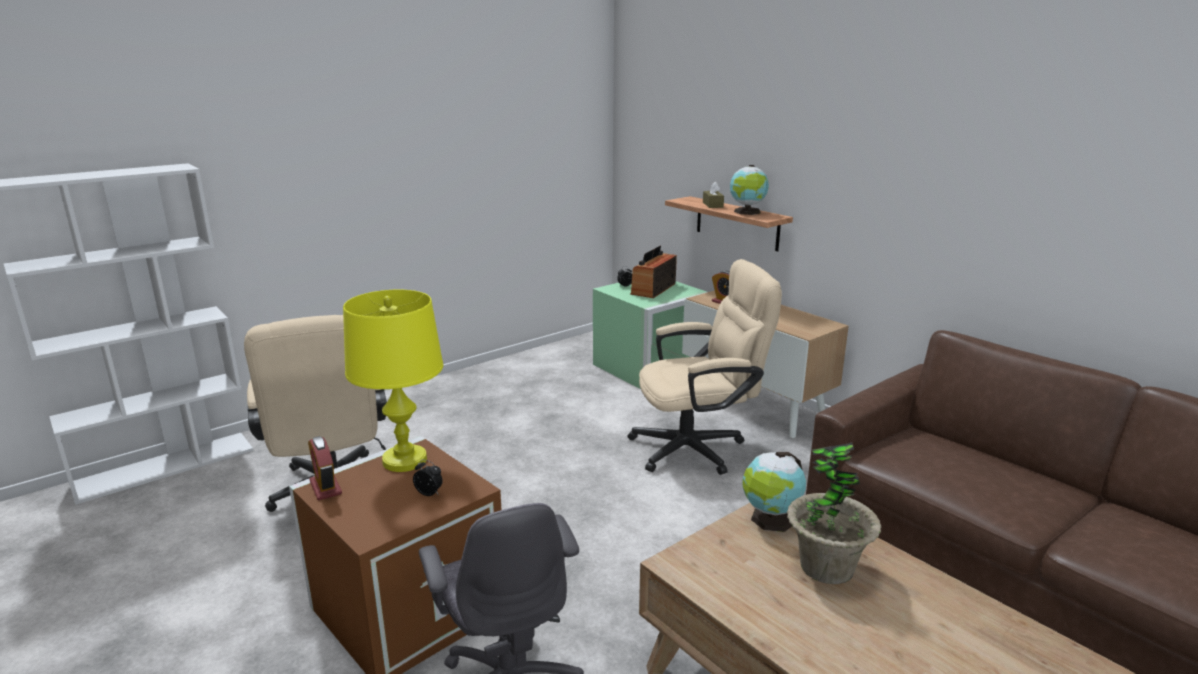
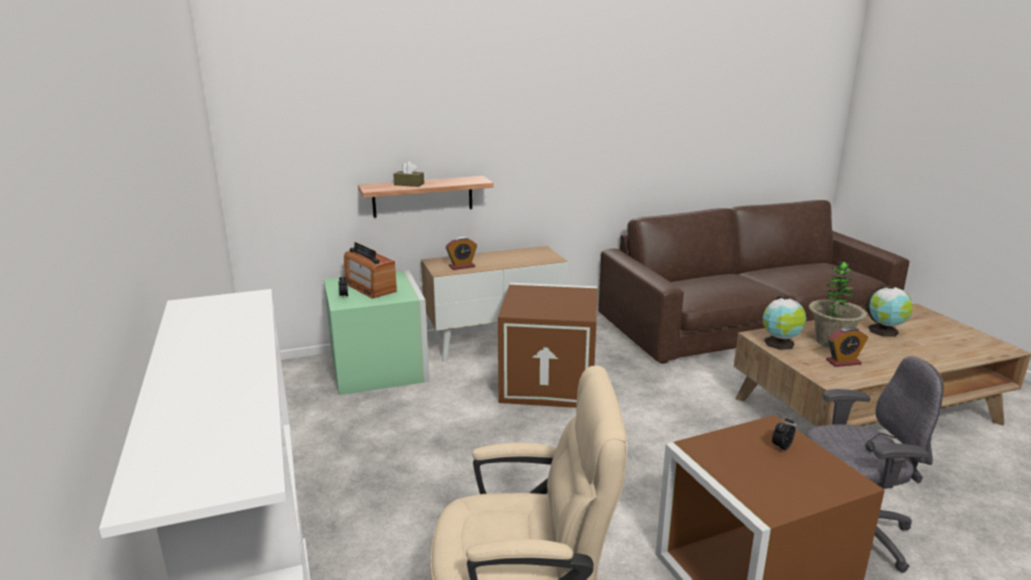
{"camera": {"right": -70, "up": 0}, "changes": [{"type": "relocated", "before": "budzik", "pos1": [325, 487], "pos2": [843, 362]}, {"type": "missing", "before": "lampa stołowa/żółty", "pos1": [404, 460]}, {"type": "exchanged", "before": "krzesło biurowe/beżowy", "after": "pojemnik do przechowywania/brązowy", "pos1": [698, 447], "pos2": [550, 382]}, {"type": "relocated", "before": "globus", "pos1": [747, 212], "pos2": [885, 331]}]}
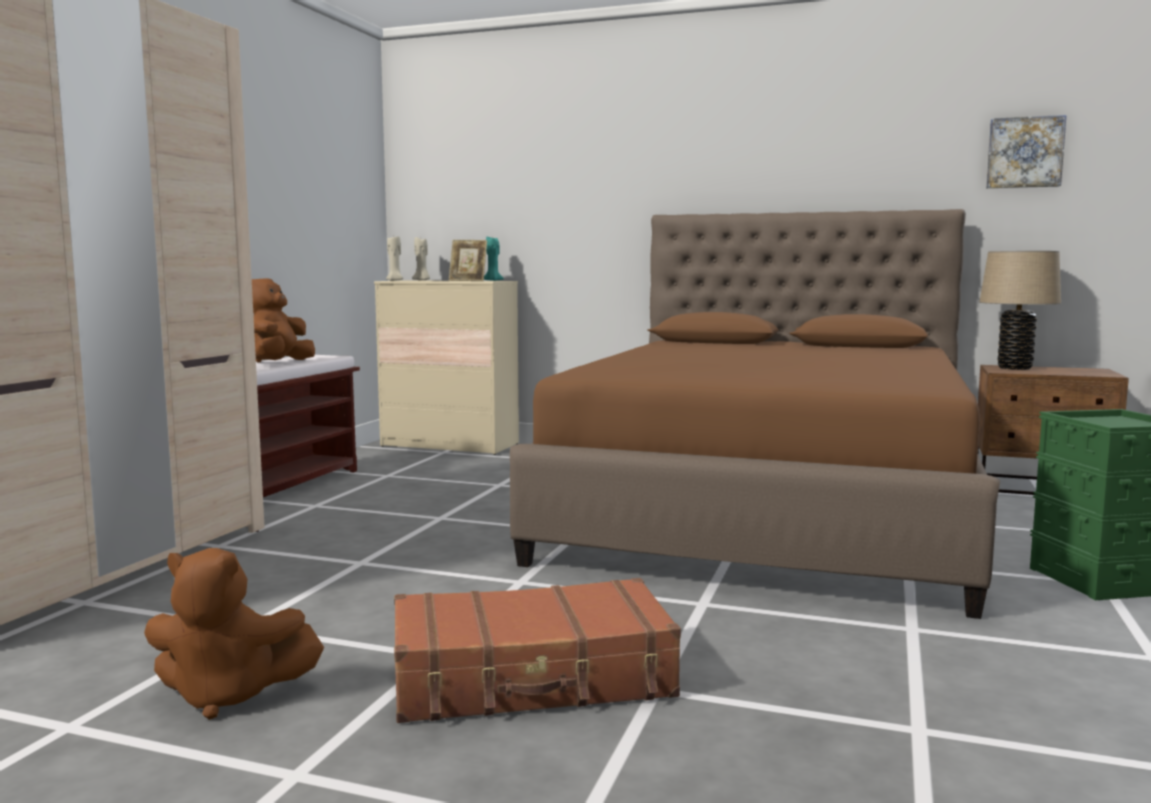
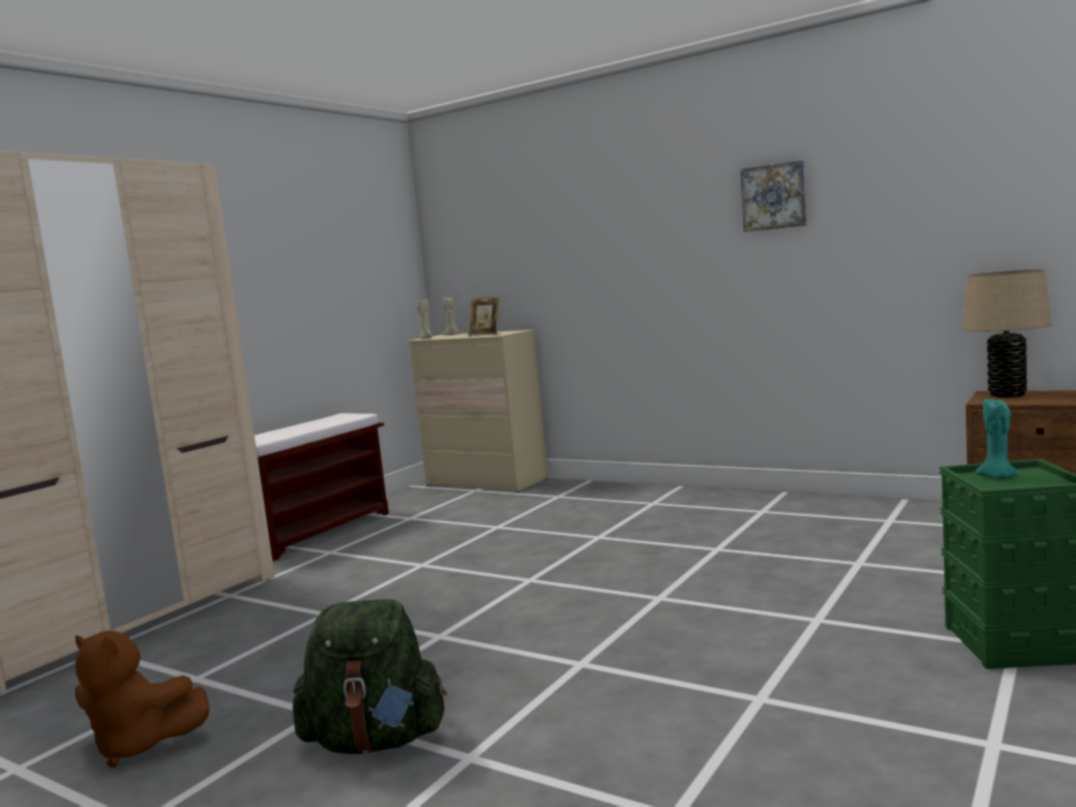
{"camera": {"right": 15, "up": 0}, "changes": [{"type": "missing", "before": "pluszak/brązowy", "pos1": [280, 363]}, {"type": "exchanged", "before": "walizka/brązowy", "after": "plecak/zielony", "pos1": [532, 679], "pos2": [376, 741]}, {"type": "relocated", "before": "świeca/turkusowy", "pos1": [493, 280], "pos2": [997, 477]}, {"type": "missing", "before": "łóżko/brązowy", "pos1": [769, 512]}, {"type": "relocated", "before": "obraz", "pos1": [1024, 152], "pos2": [774, 197]}]}
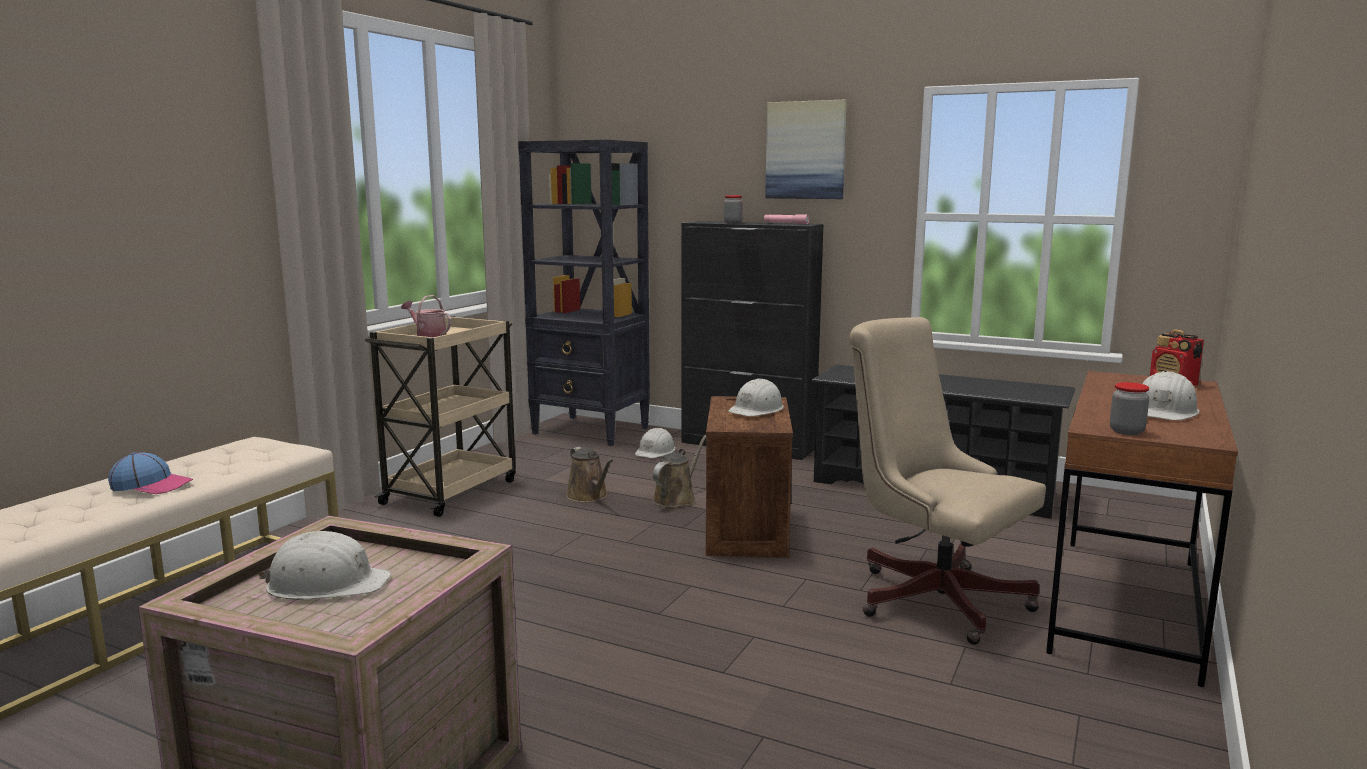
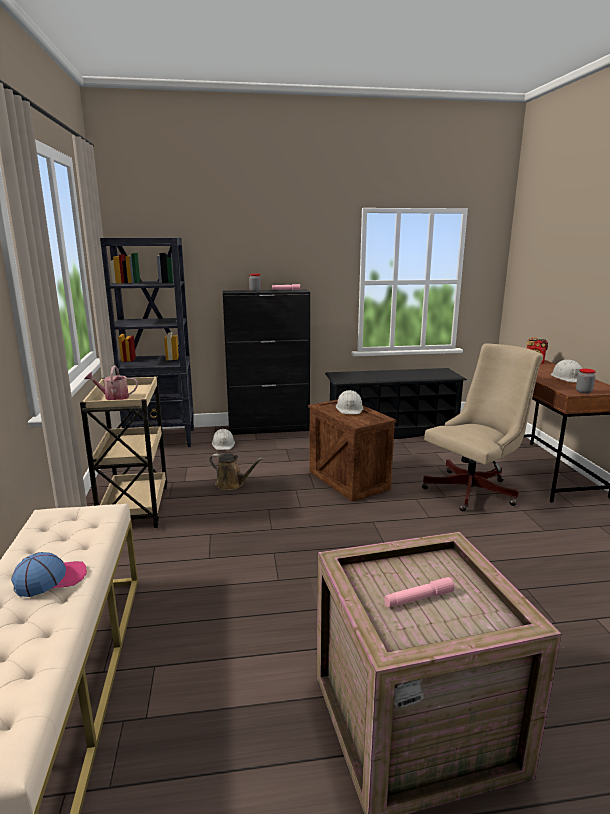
{"camera": {"right": -35, "up": 5}, "changes": [{"type": "exchanged", "before": "kask/biały", "after": "latarka/różowy", "pos1": [326, 584], "pos2": [418, 598]}, {"type": "missing", "before": "konewka/brązowy", "pos1": [676, 499]}, {"type": "missing", "before": "obraz", "pos1": [806, 150]}, {"type": "spun", "before": "krzesło biurowe/beżowy", "pos1": [931, 596], "pos2": [475, 490], "turn": 135}]}
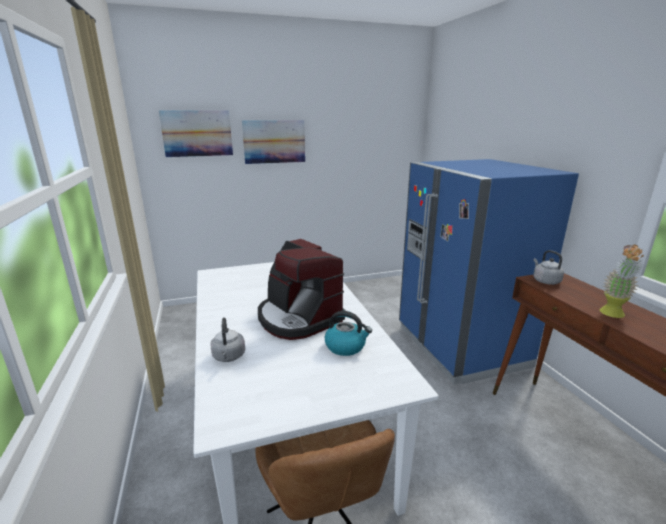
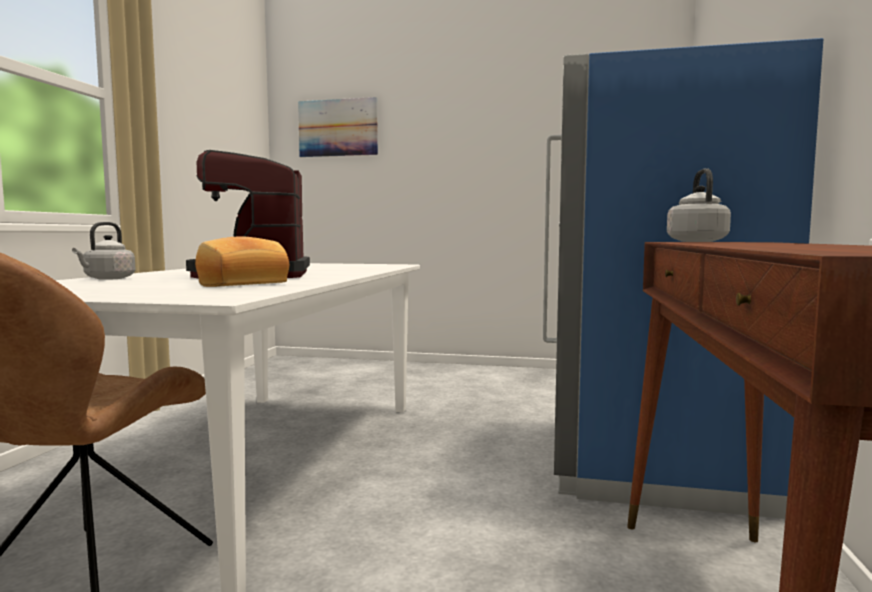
{"camera": {"right": 30, "up": -15}, "changes": [{"type": "missing", "before": "obraz", "pos1": [274, 141]}, {"type": "exchanged", "before": "czajnik", "after": "chleb", "pos1": [346, 346], "pos2": [242, 284]}, {"type": "missing", "before": "roślina doniczkowa", "pos1": [612, 315]}]}
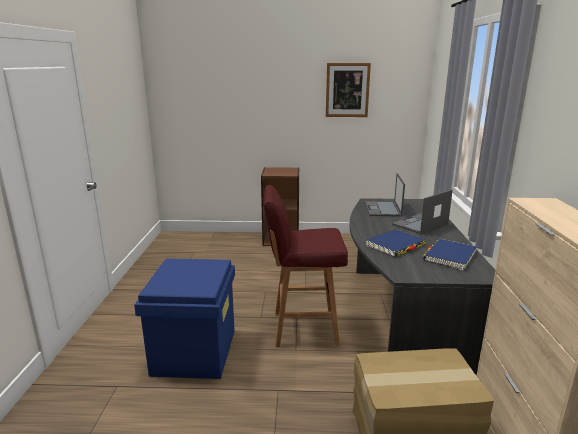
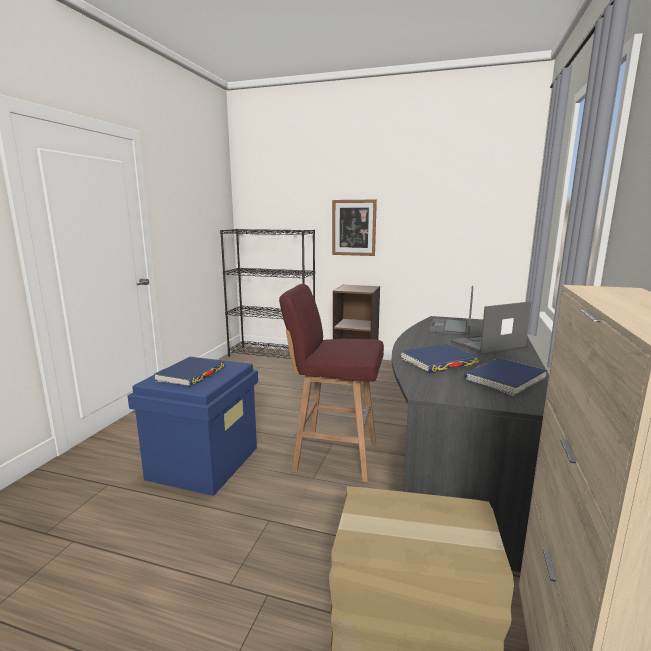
{"camera": {"right": 15, "up": -5}, "changes": [{"type": "relocated", "before": "obraz", "pos1": [347, 90], "pos2": [354, 227]}, {"type": "appeared", "after": "książka/niebieski", "pos2": [191, 374]}, {"type": "appeared", "after": "regał/czarny", "pos2": [272, 355]}]}
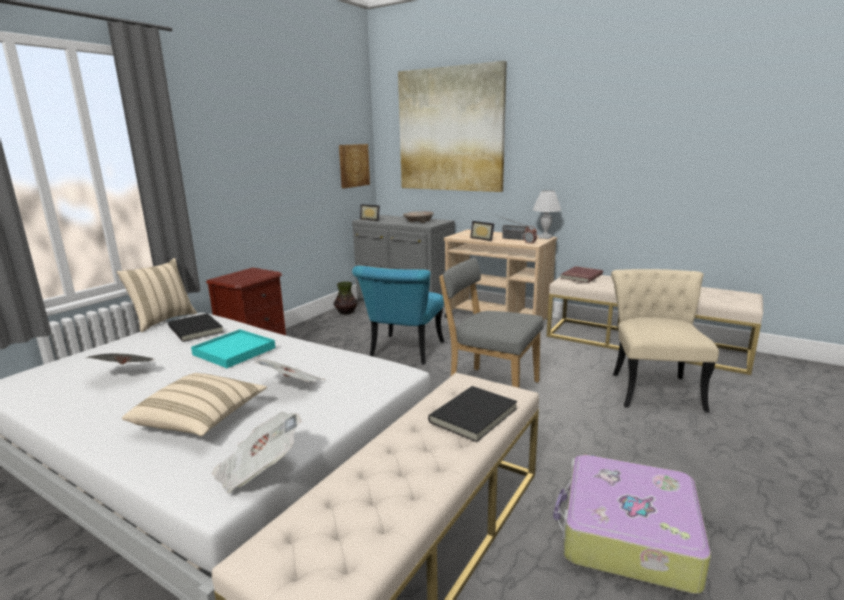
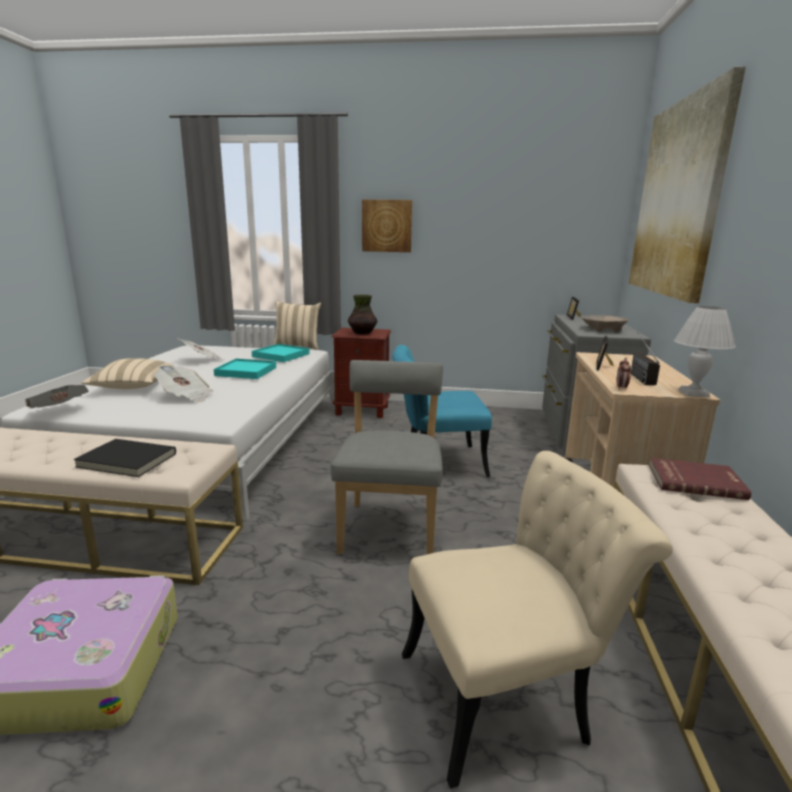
{"camera": {"right": 65, "up": 0}, "changes": [{"type": "exchanged", "before": "książka/czarny", "after": "taca/turkusowy", "pos1": [197, 329], "pos2": [281, 355]}, {"type": "relocated", "before": "wazon", "pos1": [346, 312], "pos2": [362, 333]}, {"type": "relocated", "before": "obraz", "pos1": [353, 165], "pos2": [387, 226]}]}
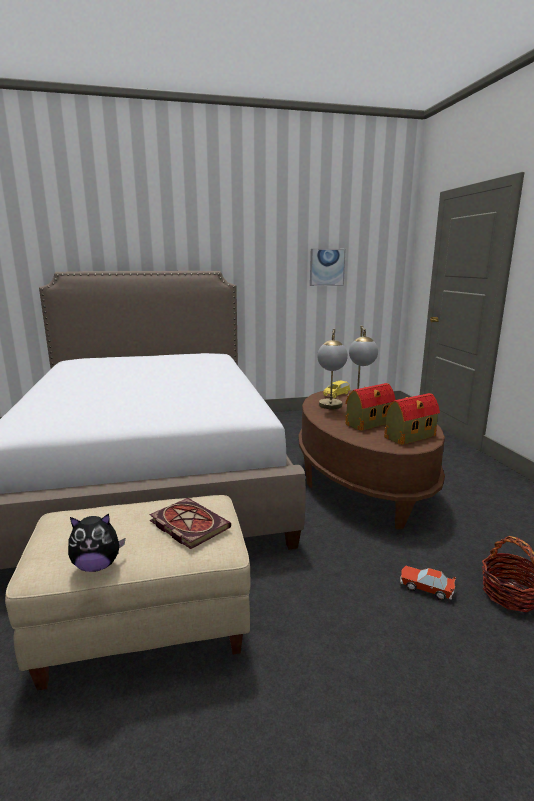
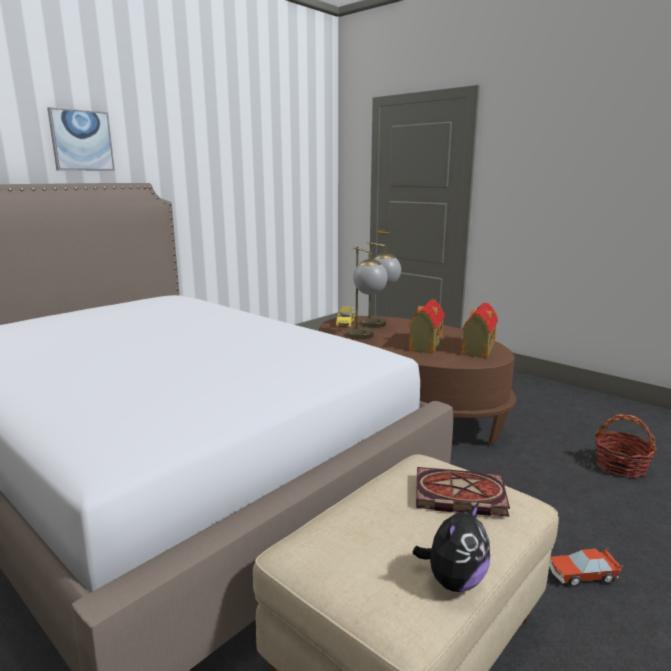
{"camera": {"right": -35, "up": 0}, "changes": [{"type": "relocated", "before": "obraz", "pos1": [327, 267], "pos2": [81, 140]}, {"type": "relocated", "before": "samochodzik", "pos1": [426, 588], "pos2": [582, 575]}]}
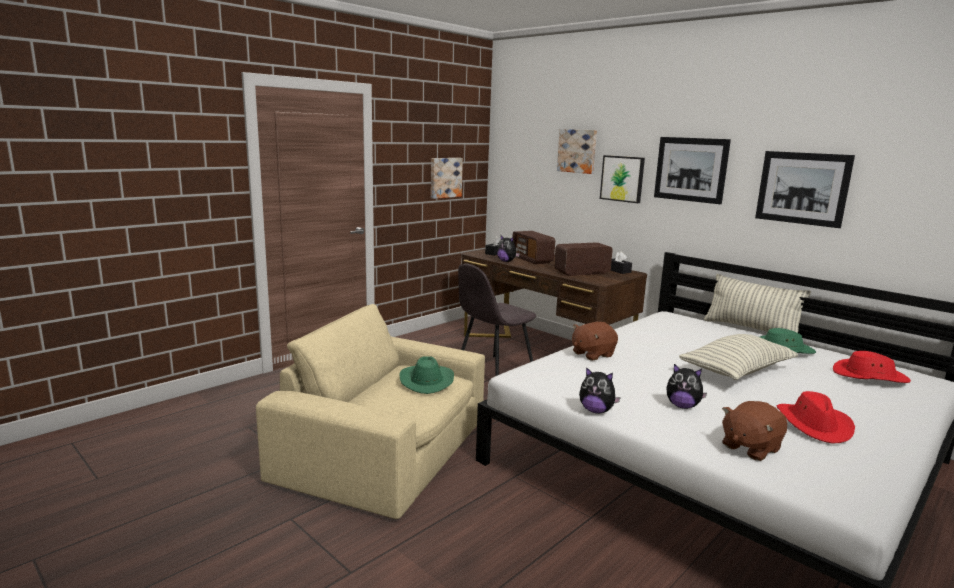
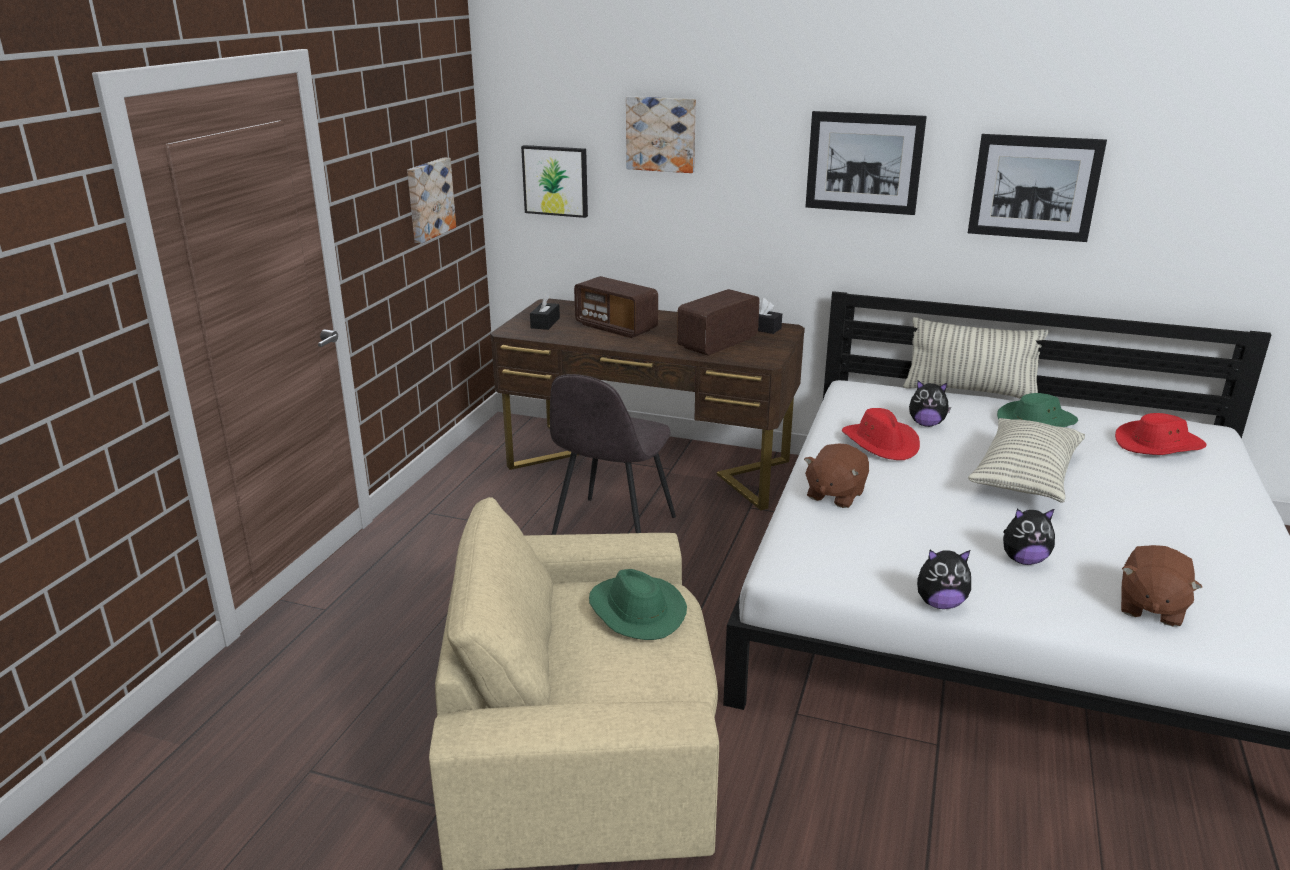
{"camera": {"right": -25, "up": 10}, "changes": [{"type": "relocated", "before": "pluszak", "pos1": [506, 261], "pos2": [926, 424]}, {"type": "relocated", "before": "obraz", "pos1": [622, 178], "pos2": [556, 180]}, {"type": "relocated", "before": "kapelusz/czerwony", "pos1": [814, 425], "pos2": [881, 443]}]}
